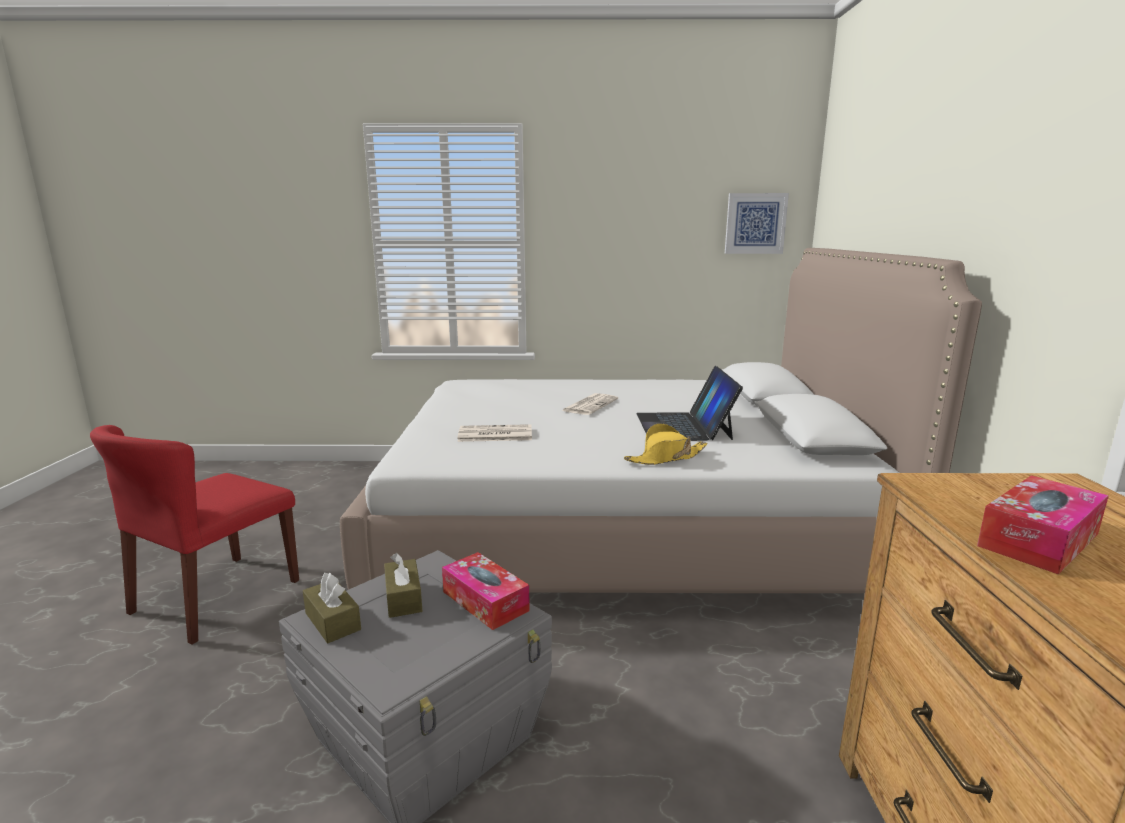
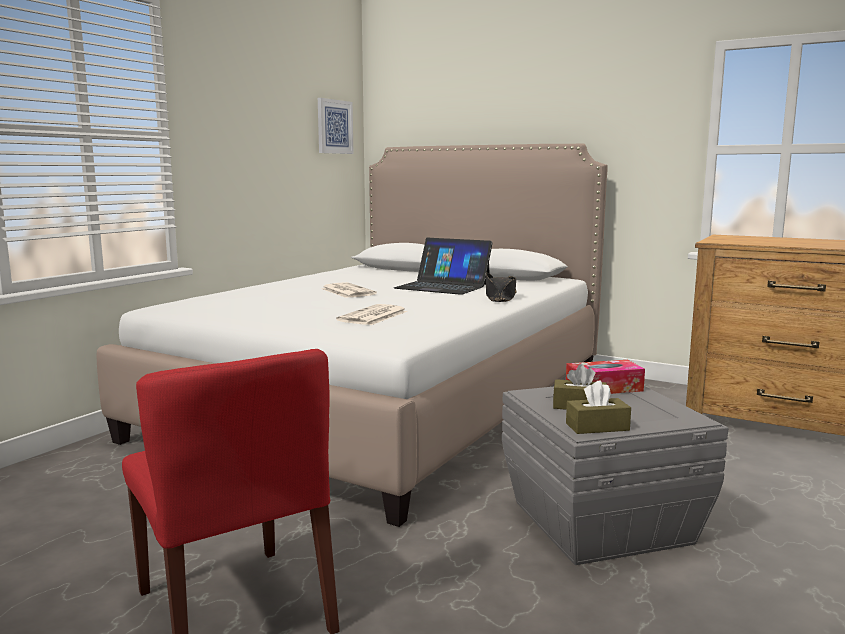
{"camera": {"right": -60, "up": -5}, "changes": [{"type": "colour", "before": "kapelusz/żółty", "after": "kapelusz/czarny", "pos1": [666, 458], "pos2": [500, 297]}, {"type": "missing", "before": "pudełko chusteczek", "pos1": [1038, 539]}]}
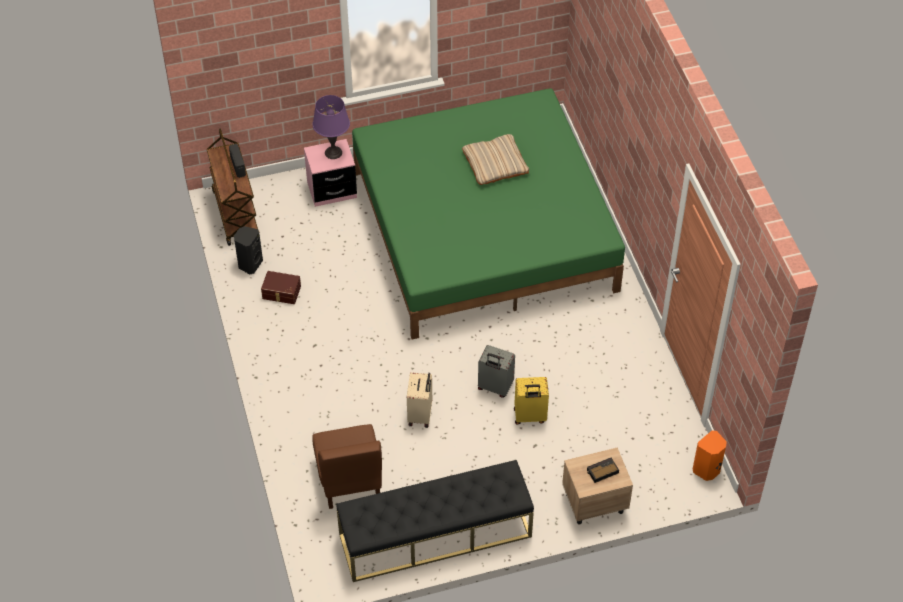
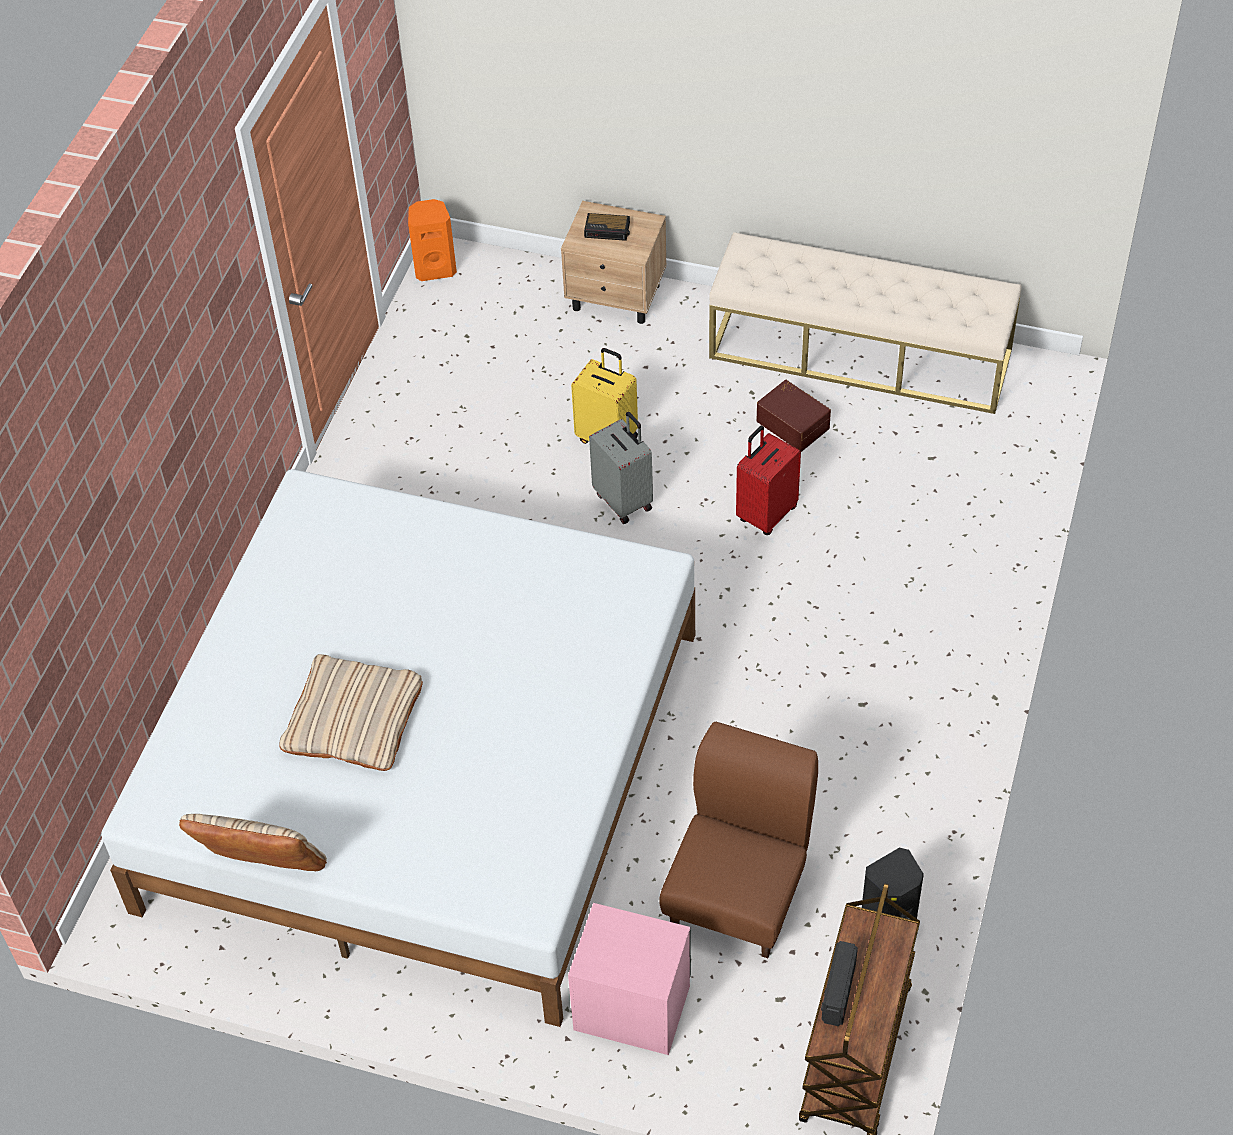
{"camera": {"right": -145, "up": 0}, "changes": [{"type": "relocated", "before": "pojemnik do przechowywania/brązowy", "pos1": [281, 293], "pos2": [793, 423]}, {"type": "relocated", "before": "krzesło/brązowy", "pos1": [349, 480], "pos2": [739, 895]}, {"type": "missing", "before": "lampa stołowa/fioletowy", "pos1": [333, 153]}, {"type": "colour", "before": "ławka/czarny", "after": "ławka/beżowy", "pos1": [435, 535], "pos2": [860, 353]}, {"type": "colour", "before": "łóżko/zielony", "after": "łóżko/biały", "pos1": [484, 230], "pos2": [422, 767]}, {"type": "colour", "before": "walizka/beżowy", "after": "walizka/czerwony", "pos1": [421, 415], "pos2": [766, 514]}, {"type": "appeared", "after": "poduszka/beżowy", "pos2": [264, 872]}]}
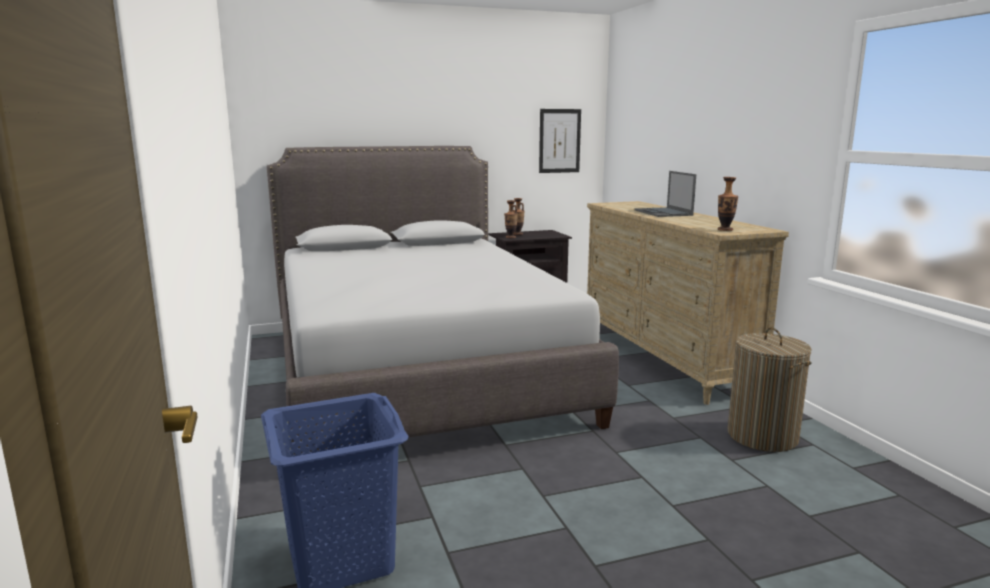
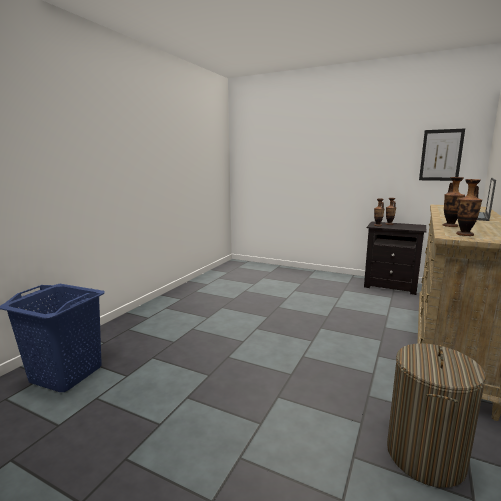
{"camera": {"right": 45, "up": 0}, "changes": [{"type": "missing", "before": "łóżko/szary", "pos1": [418, 372]}, {"type": "appeared", "after": "wazon", "pos2": [450, 226]}]}
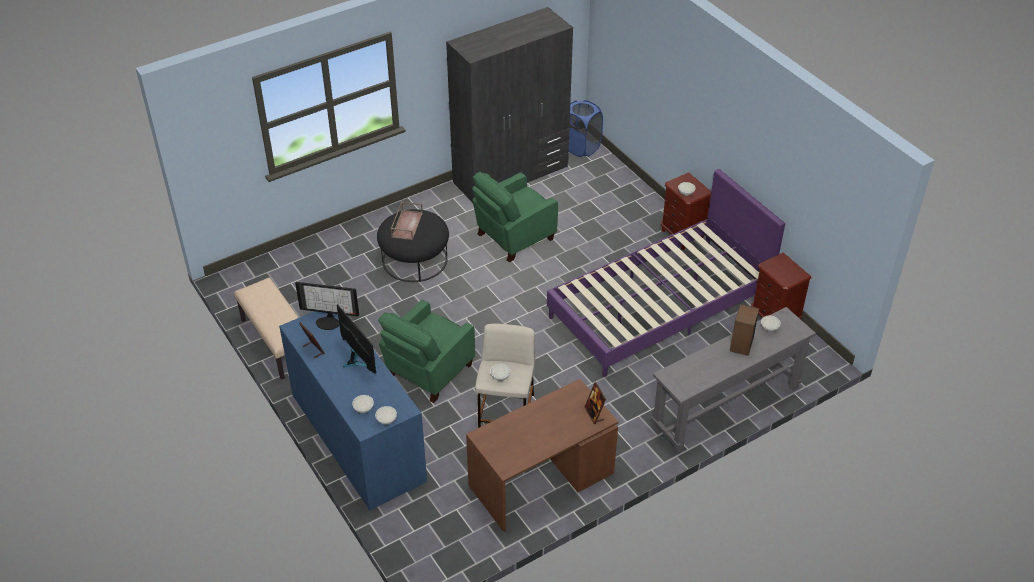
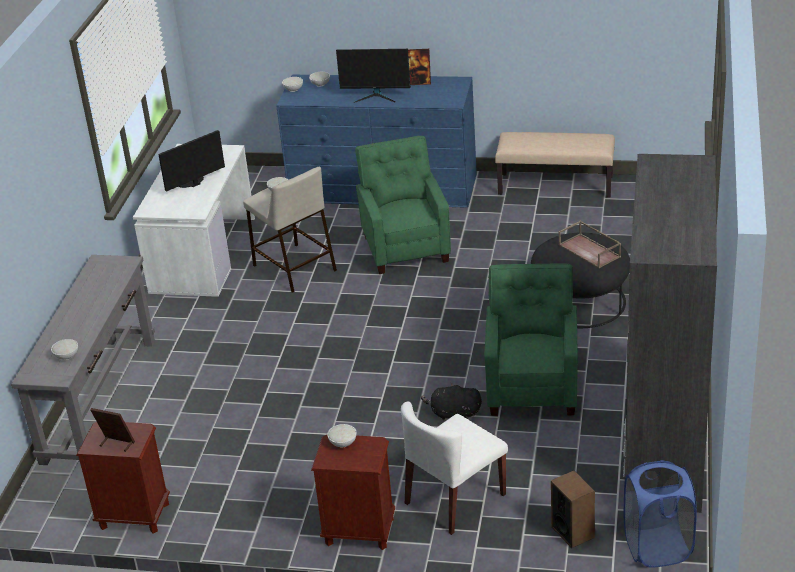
{"camera": {"right": 135, "up": -10}, "changes": [{"type": "relocated", "before": "monitor", "pos1": [329, 321], "pos2": [192, 183]}, {"type": "colour", "before": "biurko/brązowy", "after": "biurko/biały", "pos1": [541, 480], "pos2": [202, 254]}, {"type": "missing", "before": "łóżko/fioletowy", "pos1": [659, 307]}, {"type": "relocated", "before": "ramka na zdjęcie", "pos1": [594, 414], "pos2": [116, 444]}, {"type": "relocated", "before": "głośnik", "pos1": [741, 345], "pos2": [573, 532]}, {"type": "appeared", "after": "krzesło/biały", "pos2": [455, 499]}, {"type": "appeared", "after": "pluszak/czarny", "pos2": [453, 414]}]}
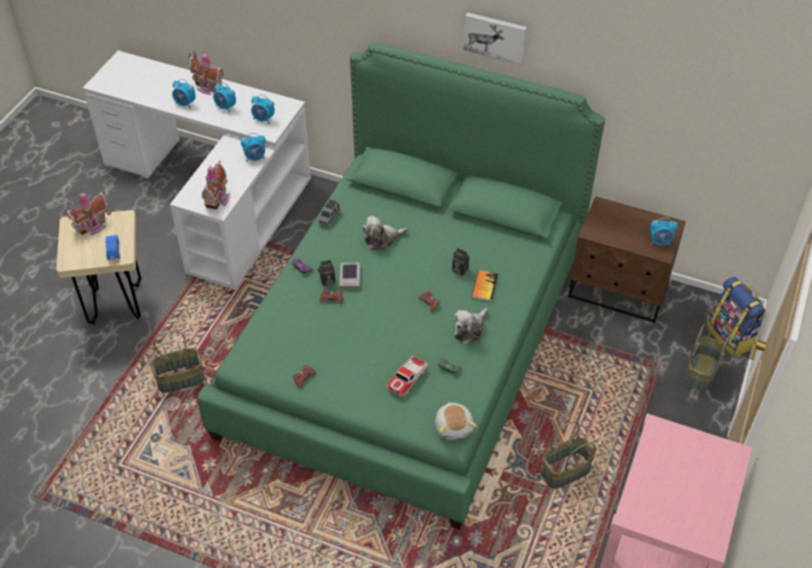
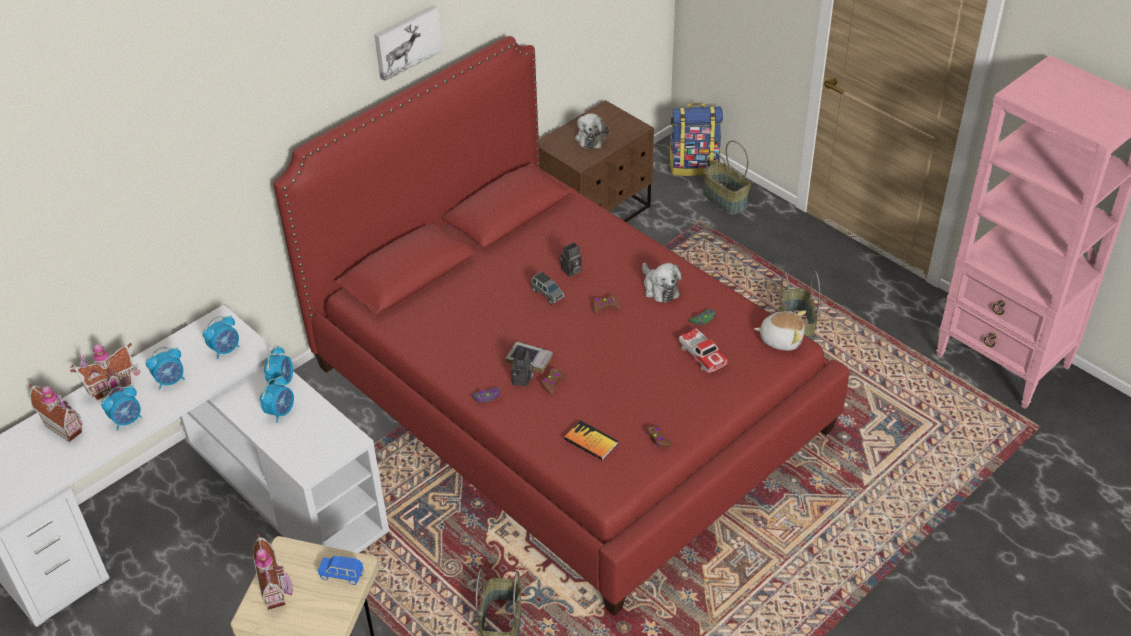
{"camera": {"right": -65, "up": -5}, "changes": [{"type": "colour", "before": "łóżko/zielony", "after": "łóżko/czerwony", "pos1": [405, 342], "pos2": [566, 397]}, {"type": "relocated", "before": "domek", "pos1": [219, 199], "pos2": [66, 426]}, {"type": "relocated", "before": "samochodzik/szary", "pos1": [329, 217], "pos2": [547, 294]}, {"type": "relocated", "before": "pluszak", "pos1": [382, 239], "pos2": [591, 137]}, {"type": "relocated", "before": "książka", "pos1": [484, 286], "pos2": [591, 441]}, {"type": "relocated", "before": "budzik", "pos1": [660, 242], "pos2": [281, 412]}]}
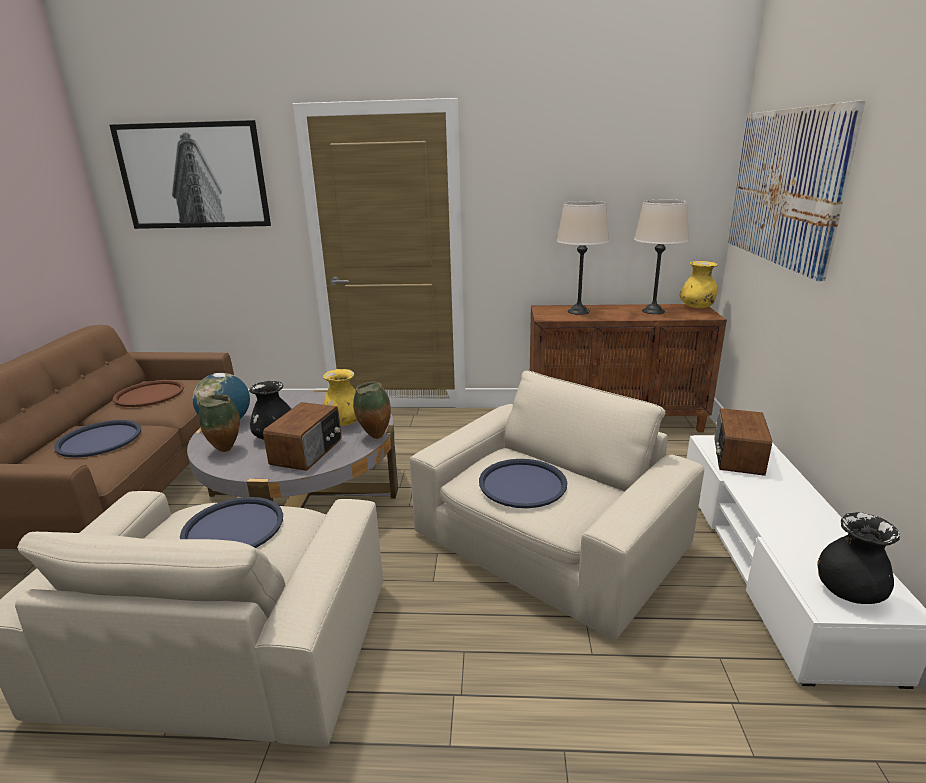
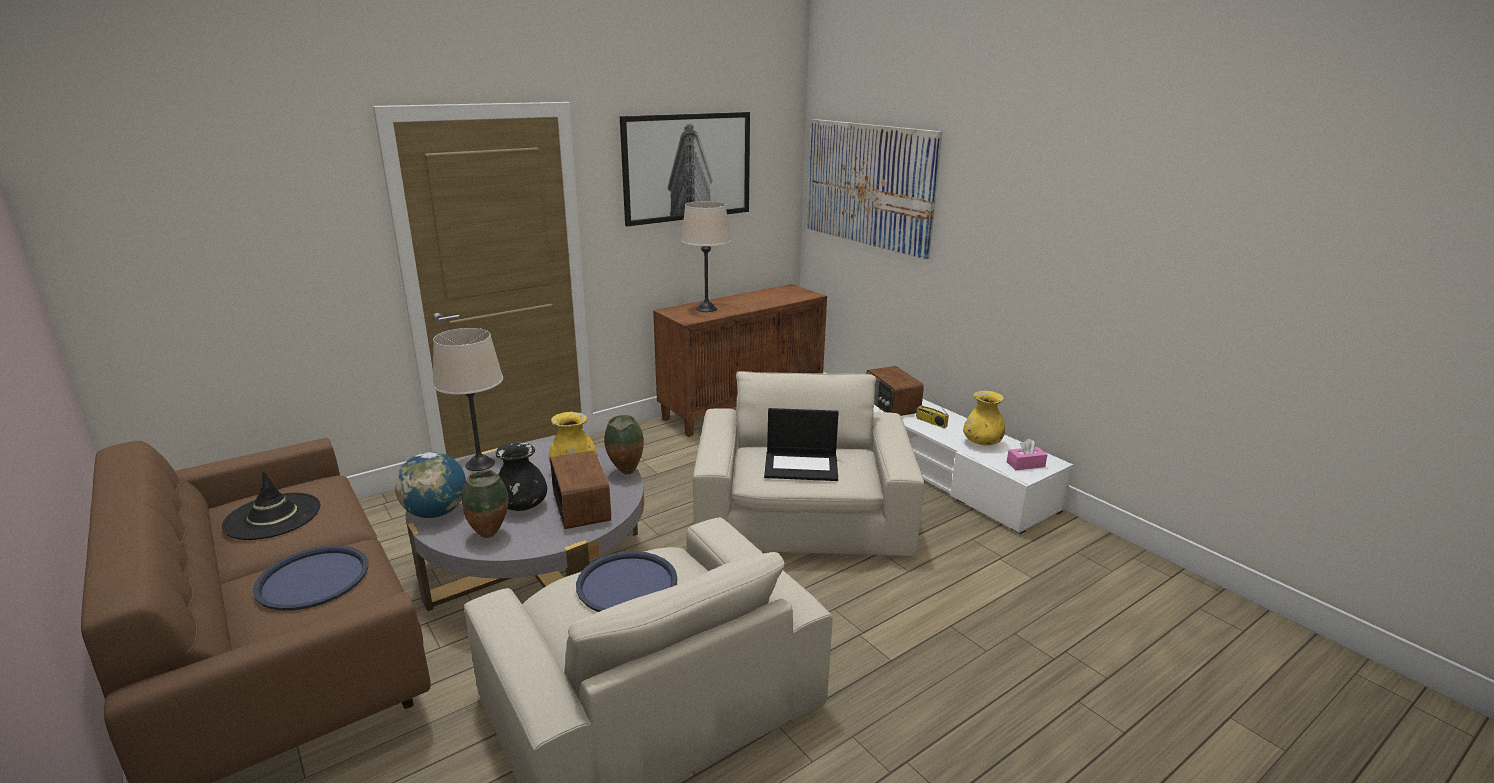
{"camera": {"right": -40, "up": 0}, "changes": [{"type": "relocated", "before": "obraz", "pos1": [193, 176], "pos2": [688, 167]}, {"type": "exchanged", "before": "taca/brązowy", "after": "kapelusz/czarny", "pos1": [149, 394], "pos2": [273, 516]}, {"type": "exchanged", "before": "taca/niebieski", "after": "laptop", "pos1": [522, 484], "pos2": [802, 466]}, {"type": "relocated", "before": "lampa stołowa/beżowy", "pos1": [653, 311], "pos2": [480, 464]}, {"type": "relocated", "before": "wazon/żółty", "pos1": [697, 307], "pos2": [982, 443]}, {"type": "exchanged", "before": "wazon/czarny", "after": "pudełko chusteczek/różowy", "pos1": [848, 592], "pos2": [1025, 464]}, {"type": "appeared", "after": "radio", "pos2": [930, 422]}]}
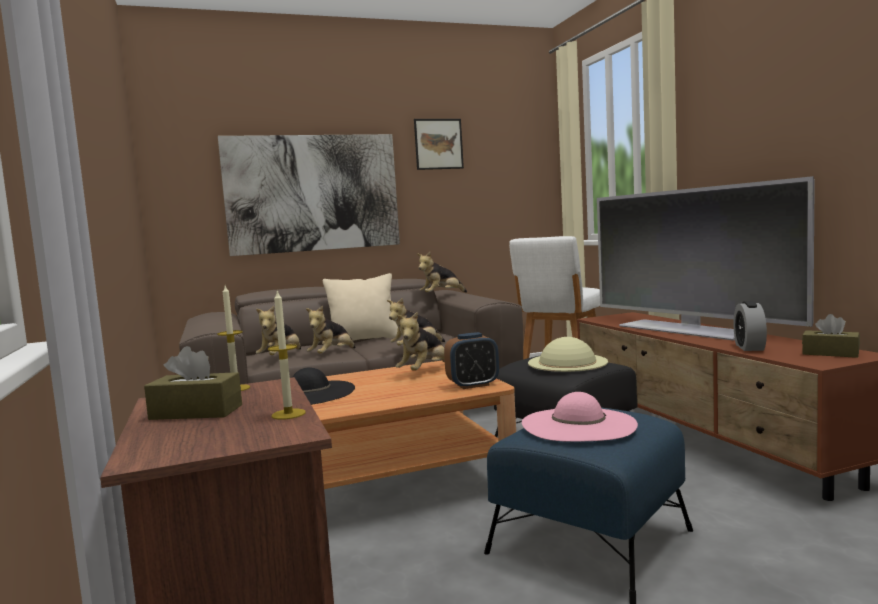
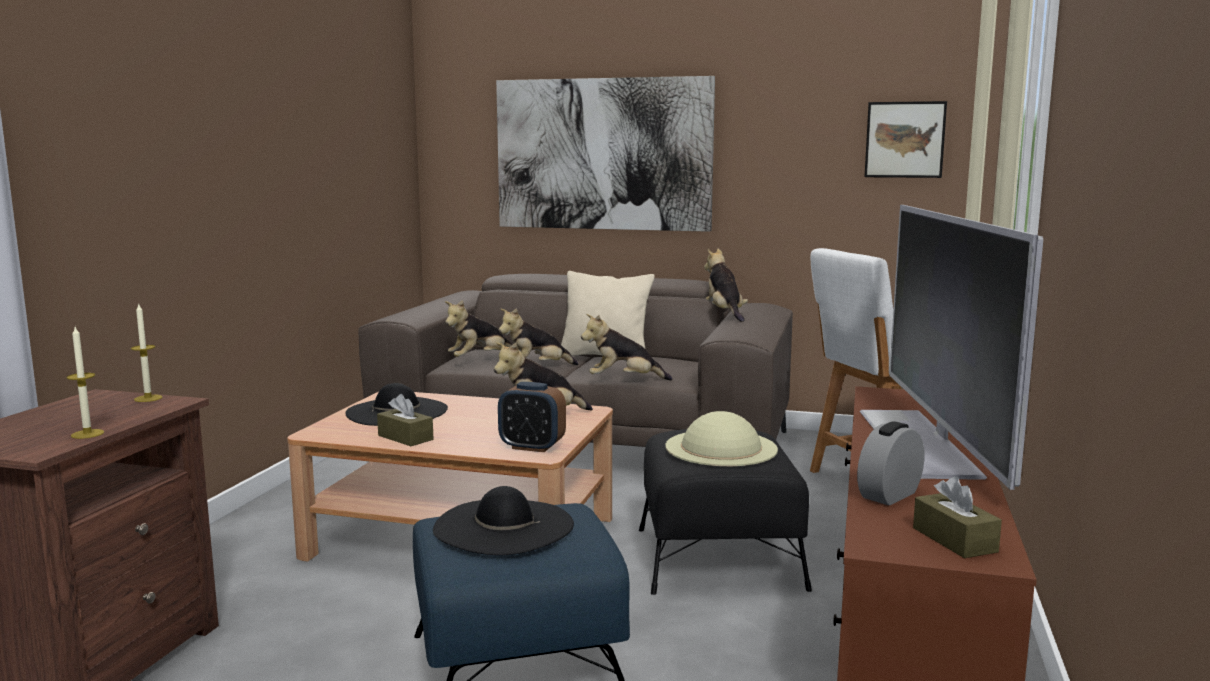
{"camera": {"right": 35, "up": 5}, "changes": [{"type": "relocated", "before": "pudełko chusteczek/brązowy", "pos1": [196, 412], "pos2": [405, 437]}, {"type": "relocated", "before": "obraz", "pos1": [438, 144], "pos2": [904, 139]}, {"type": "spun", "before": "pluszak", "pos1": [441, 296], "pos2": [725, 314], "turn": 75}, {"type": "colour", "before": "kapelusz/różowy", "after": "kapelusz/czarny", "pos1": [578, 424], "pos2": [503, 526]}]}
